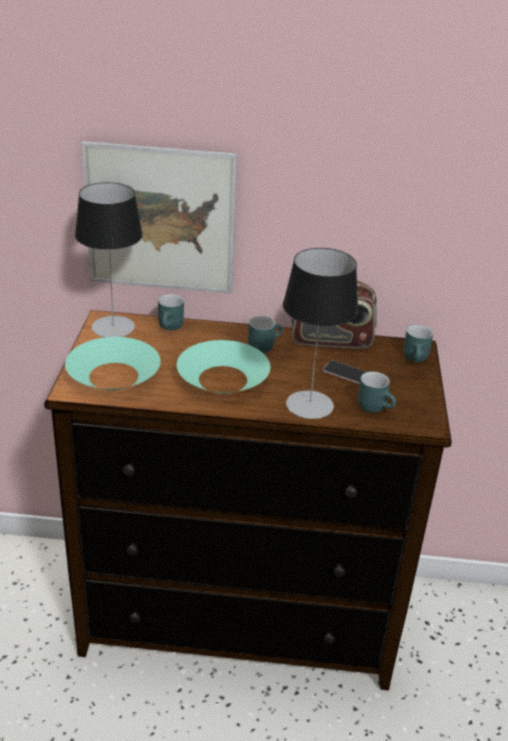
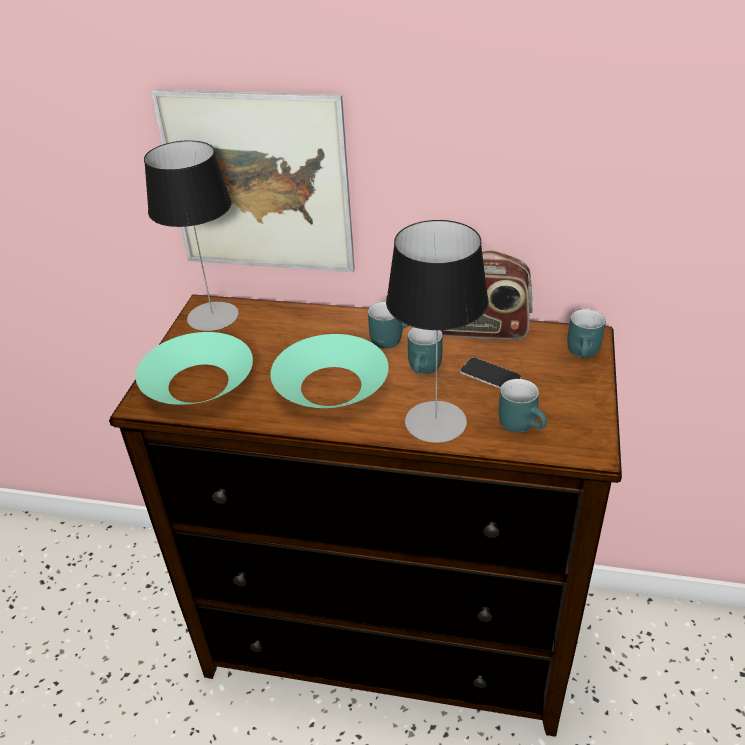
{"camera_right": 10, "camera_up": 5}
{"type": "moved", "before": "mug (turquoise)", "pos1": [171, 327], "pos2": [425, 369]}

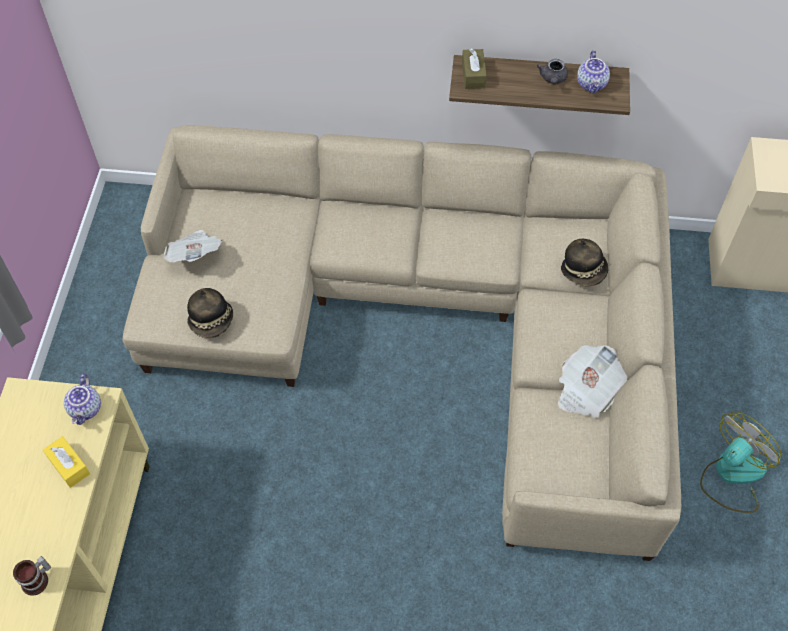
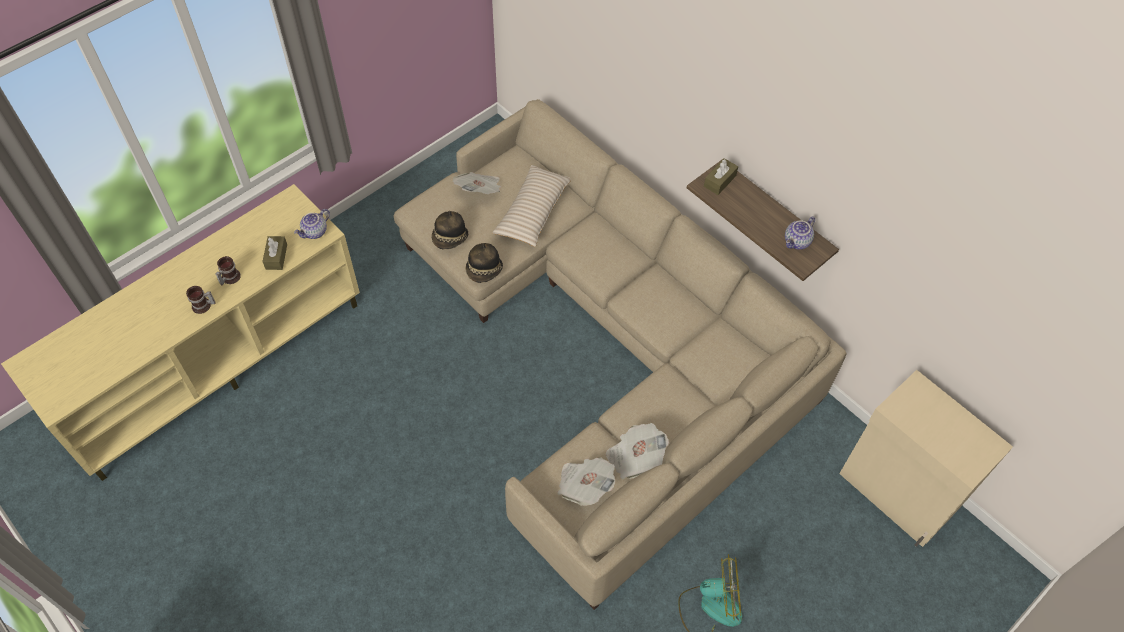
{"camera_right": 40, "camera_up": 0}
{"type": "recoloured", "before": "tissue box (yellow)", "after": "tissue box (brown)", "pos1": [69, 465], "pos2": [276, 257]}
{"type": "removed", "before": "teapot (grey)", "pos1": [552, 79]}
{"type": "moved", "before": "hat", "pos1": [584, 271], "pos2": [484, 270]}
{"type": "added", "after": "mug", "pos2": [229, 277]}
{"type": "added", "after": "pillow (beige)", "pos2": [533, 212]}
{"type": "added", "after": "newspaper", "pos2": [584, 485]}

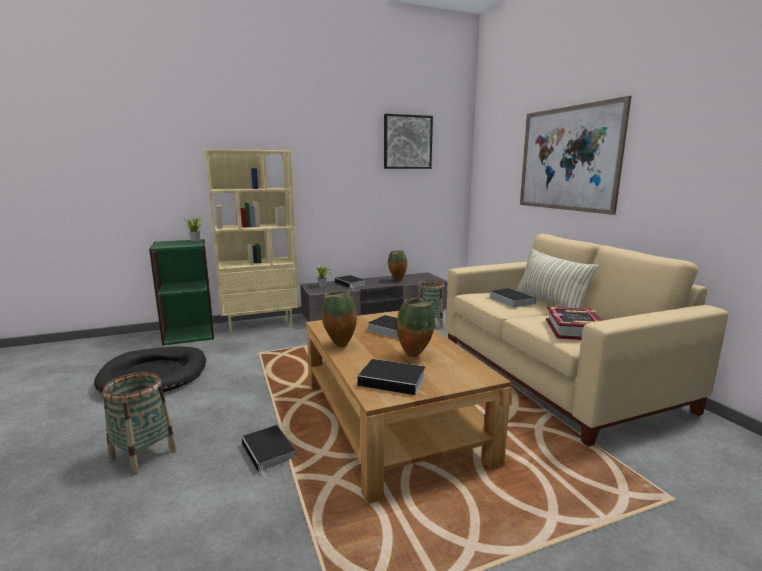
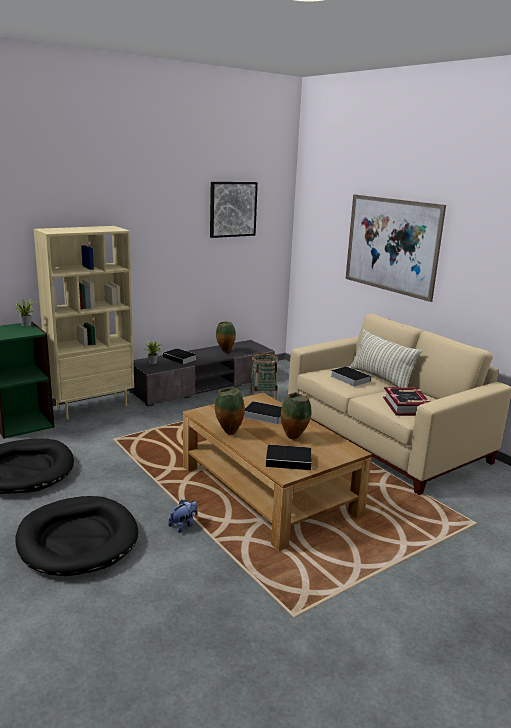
{"camera_right": -15, "camera_up": 5}
{"type": "replaced", "before": "basket", "after": "dog bed (black)", "pos1": [143, 455], "pos2": [77, 539]}
{"type": "replaced", "before": "book", "after": "plush toy", "pos1": [269, 452], "pos2": [183, 525]}

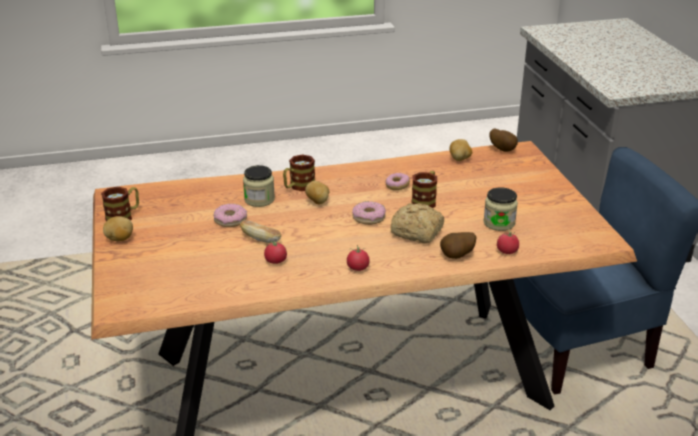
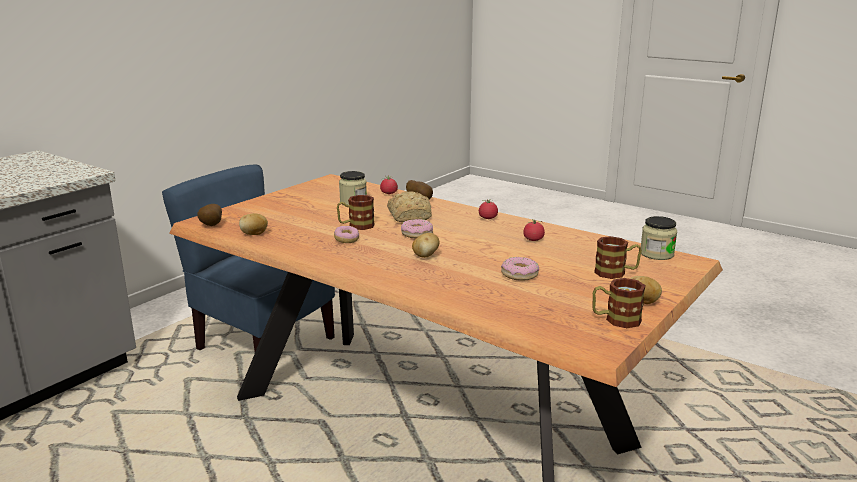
{"camera_right": -130, "camera_up": -10}
{"type": "removed", "before": "bread", "pos1": [261, 239]}
{"type": "moved", "before": "jar", "pos1": [259, 199], "pos2": [656, 254]}
{"type": "moved", "before": "mug", "pos1": [298, 187], "pos2": [616, 273]}

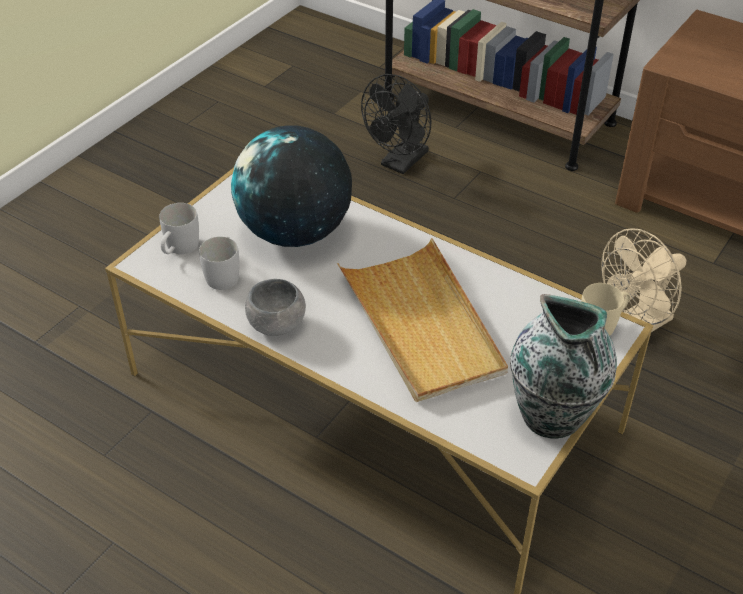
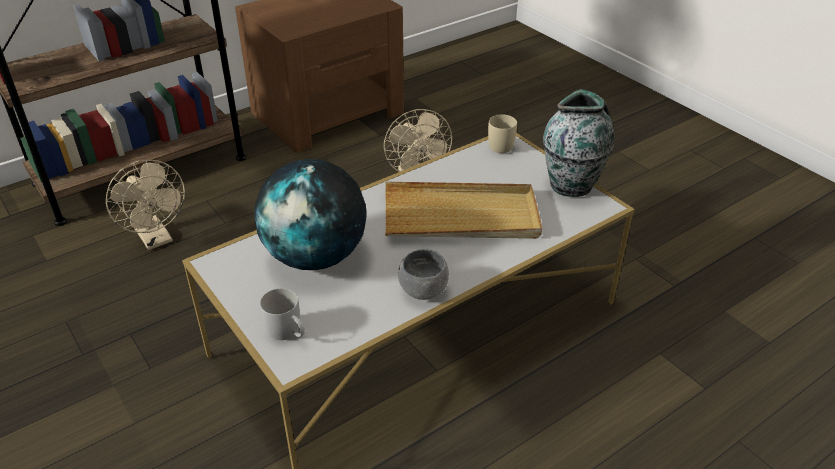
{"camera_right": -70, "camera_up": -5}
{"type": "removed", "before": "mug (white)", "pos1": [224, 274]}
{"type": "recoloured", "before": "fan (black)", "after": "fan (beige)", "pos1": [400, 163], "pos2": [156, 239]}

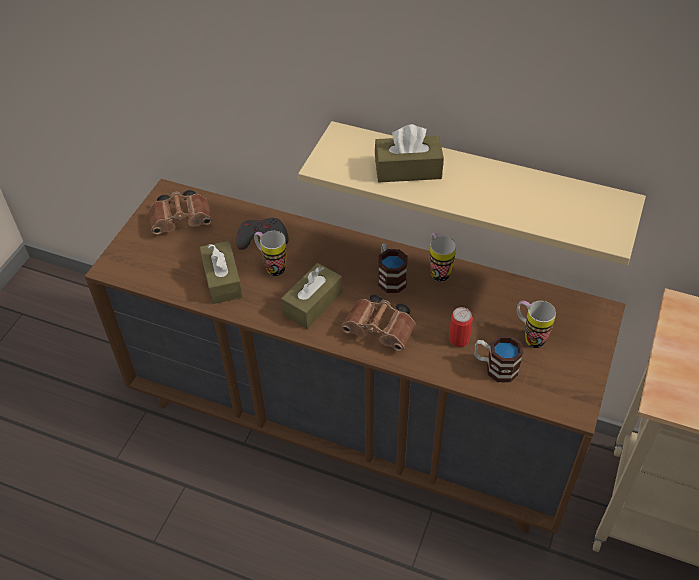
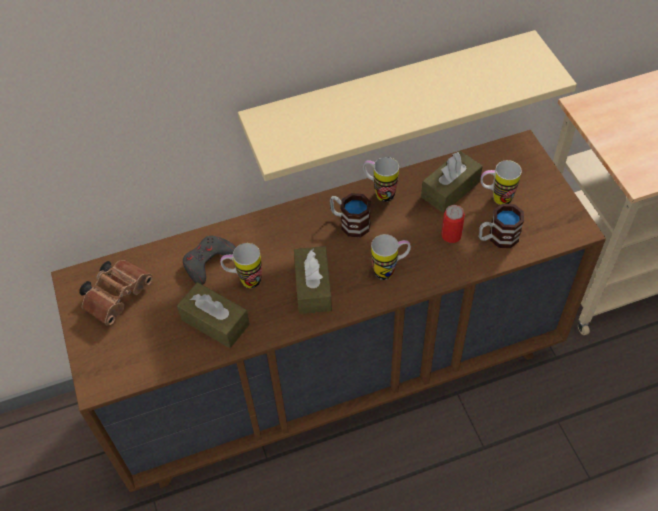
{"camera_right": -40, "camera_up": 5}
{"type": "replaced", "before": "binoculars (brown)", "after": "mug", "pos1": [381, 331], "pos2": [390, 270]}
{"type": "moved", "before": "tissue box (brown)", "pos1": [408, 169], "pos2": [450, 189]}

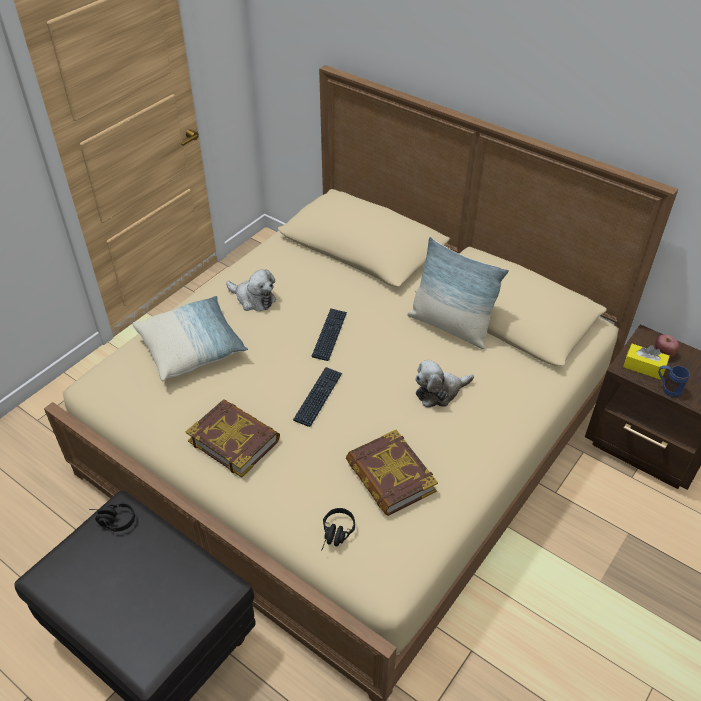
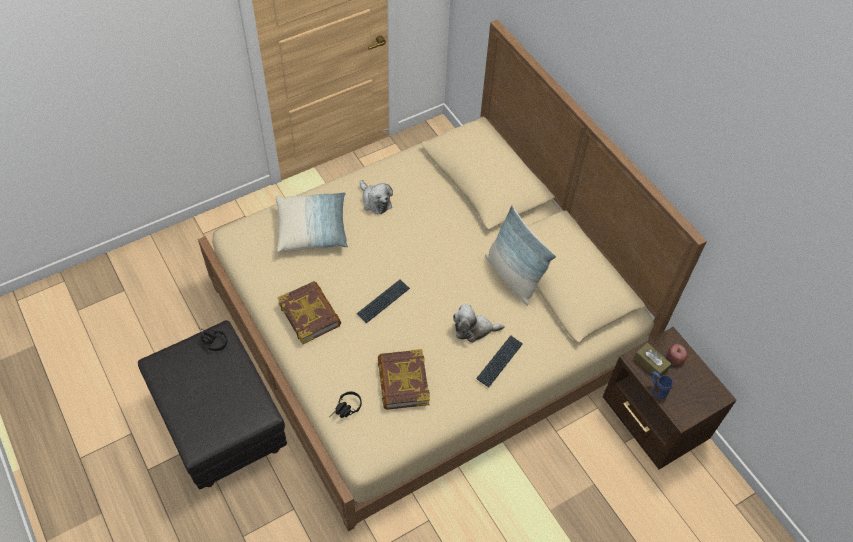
{"camera_right": 20, "camera_up": 10}
{"type": "moved", "before": "keyboard", "pos1": [329, 335], "pos2": [499, 361]}
{"type": "recoloured", "before": "tissue box (yellow)", "after": "tissue box (brown)", "pos1": [644, 367], "pos2": [650, 364]}

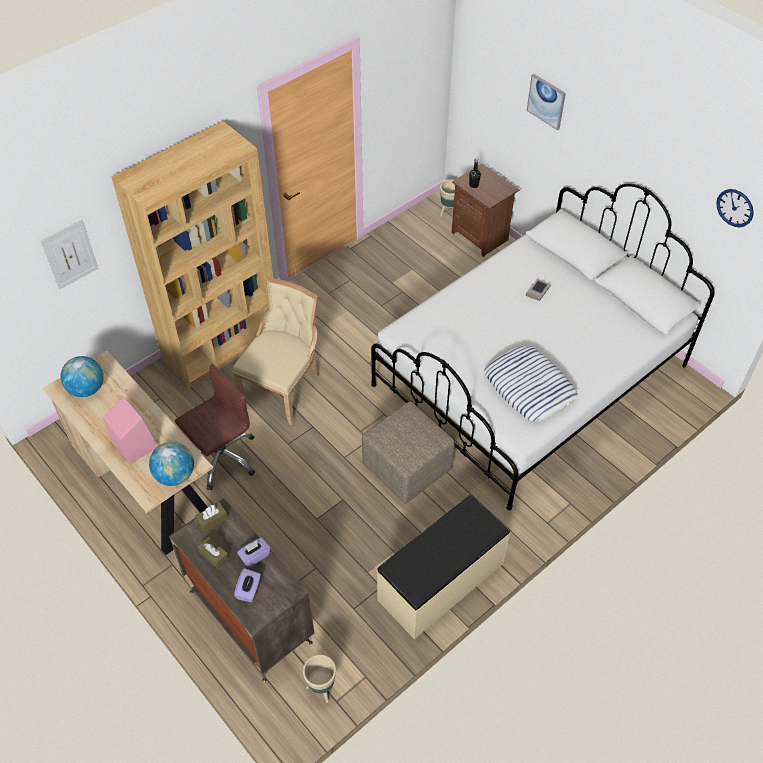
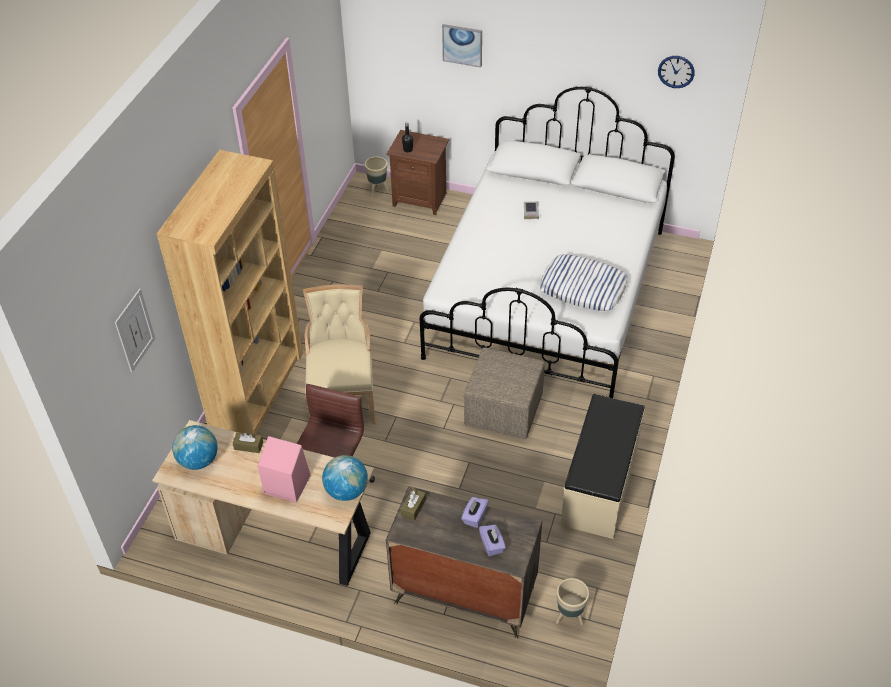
{"camera_right": -30, "camera_up": -5}
{"type": "moved", "before": "tissue box (brown)", "pos1": [214, 555], "pos2": [248, 446]}

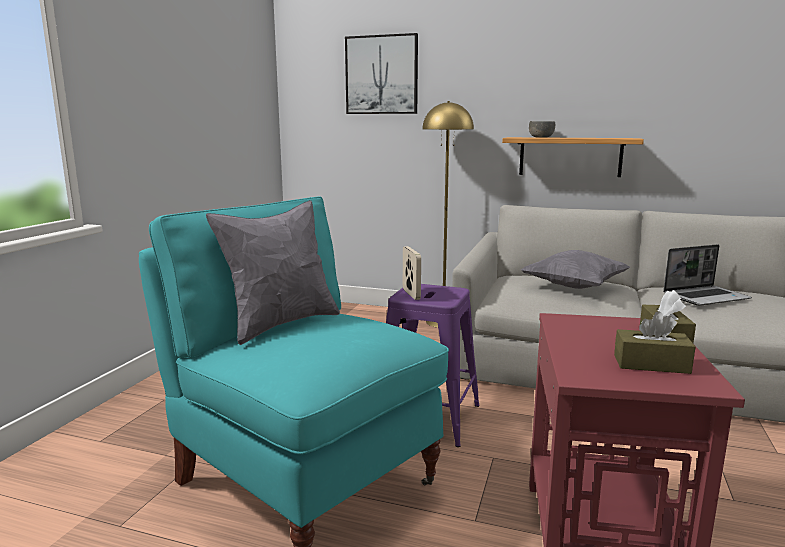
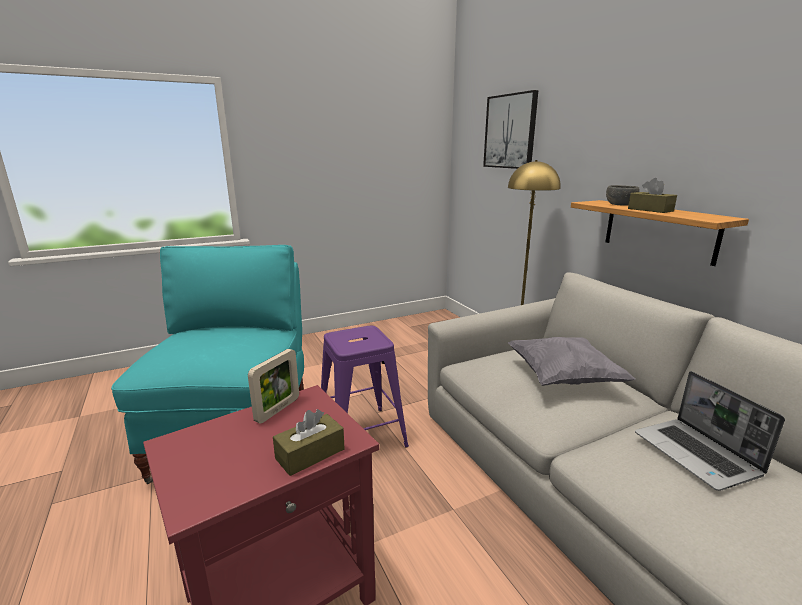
{"camera_right": 45, "camera_up": 5}
{"type": "removed", "before": "pillow (grey)", "pos1": [281, 324]}
{"type": "moved", "before": "picture frame", "pos1": [411, 294], "pos2": [277, 410]}
{"type": "moved", "before": "tissue box (brown)", "pos1": [651, 364], "pos2": [650, 210]}
{"type": "turned", "before": "laptop", "pos1": [706, 297], "pos2": [697, 455], "turn": 45}

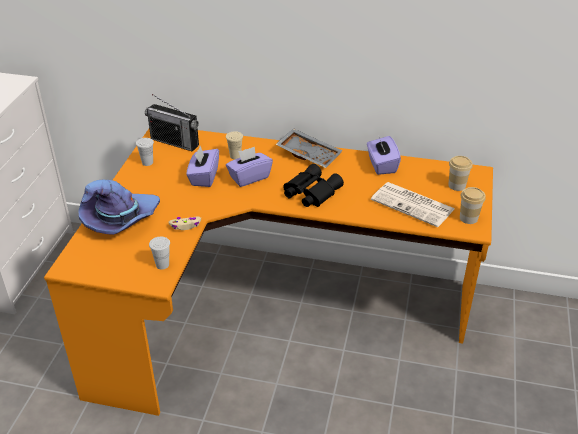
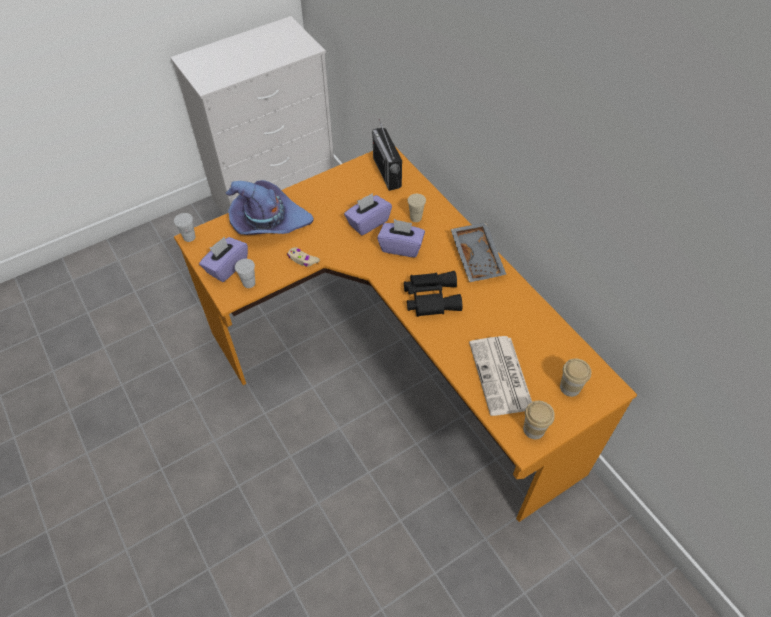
{"camera_right": 45, "camera_up": 15}
{"type": "moved", "before": "cup (white)", "pos1": [147, 162], "pos2": [189, 237]}
{"type": "moved", "before": "tissue box (purple)", "pos1": [381, 165], "pos2": [226, 267]}

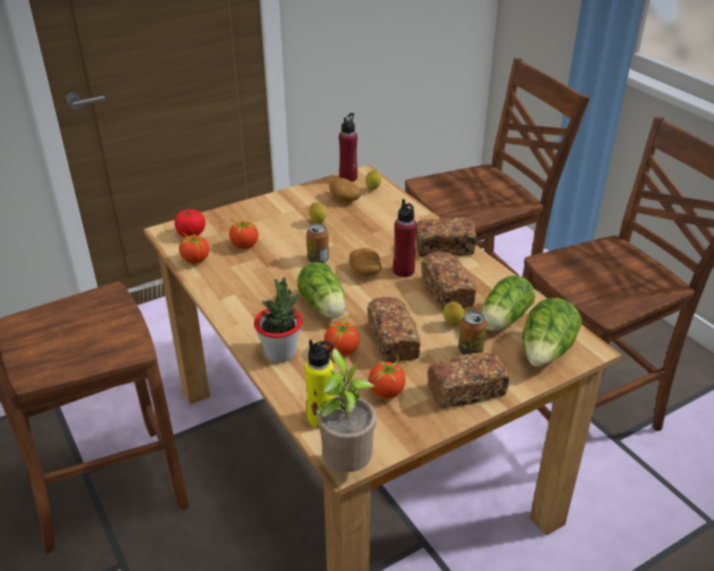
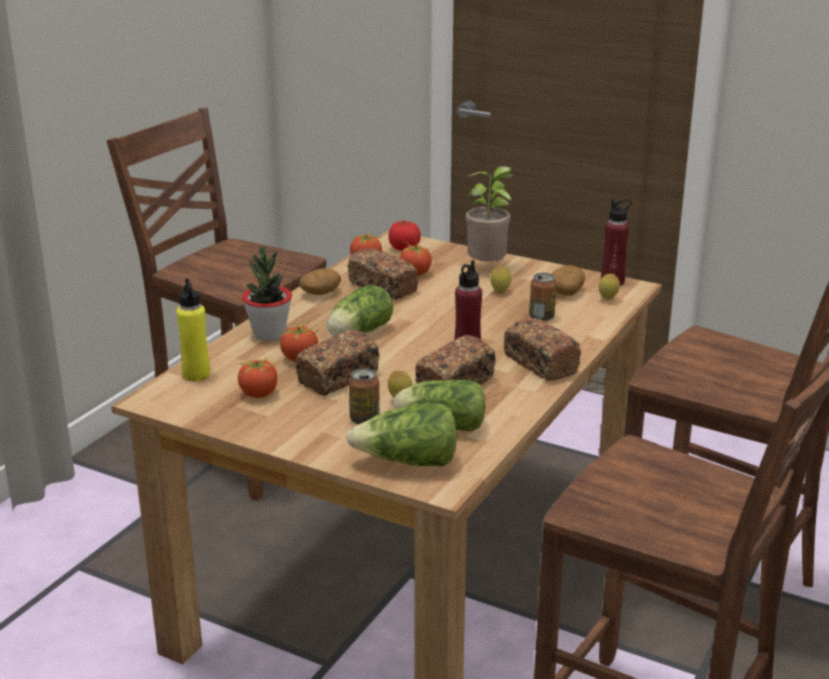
{"camera_right": 60, "camera_up": -10}
{"type": "moved", "before": "can", "pos1": [318, 259], "pos2": [541, 317]}
{"type": "moved", "before": "potted plant", "pos1": [346, 465], "pos2": [488, 268]}
{"type": "moved", "before": "potato", "pos1": [366, 271], "pos2": [320, 293]}
{"type": "moved", "before": "bread", "pos1": [466, 391], "pos2": [383, 288]}

